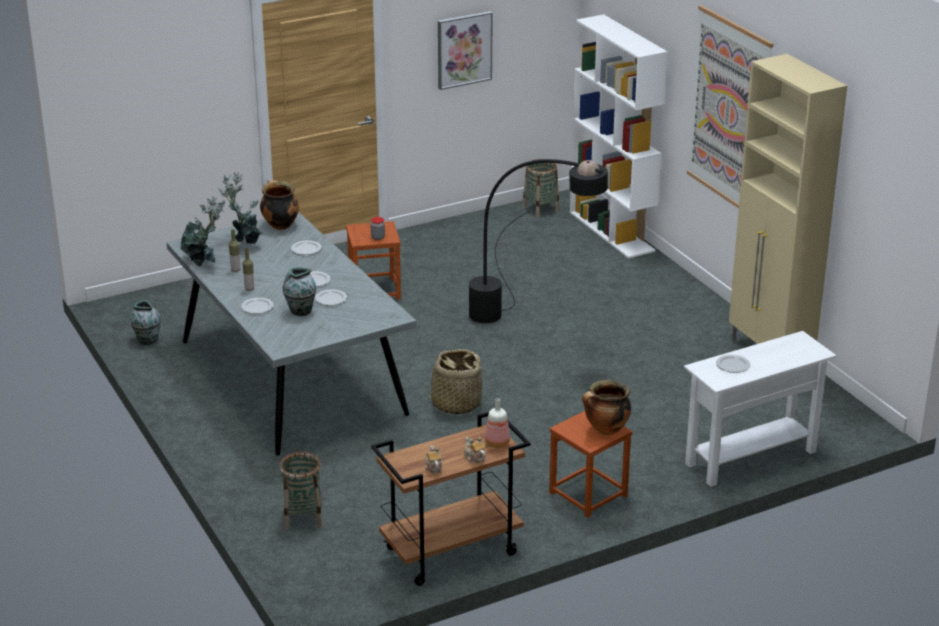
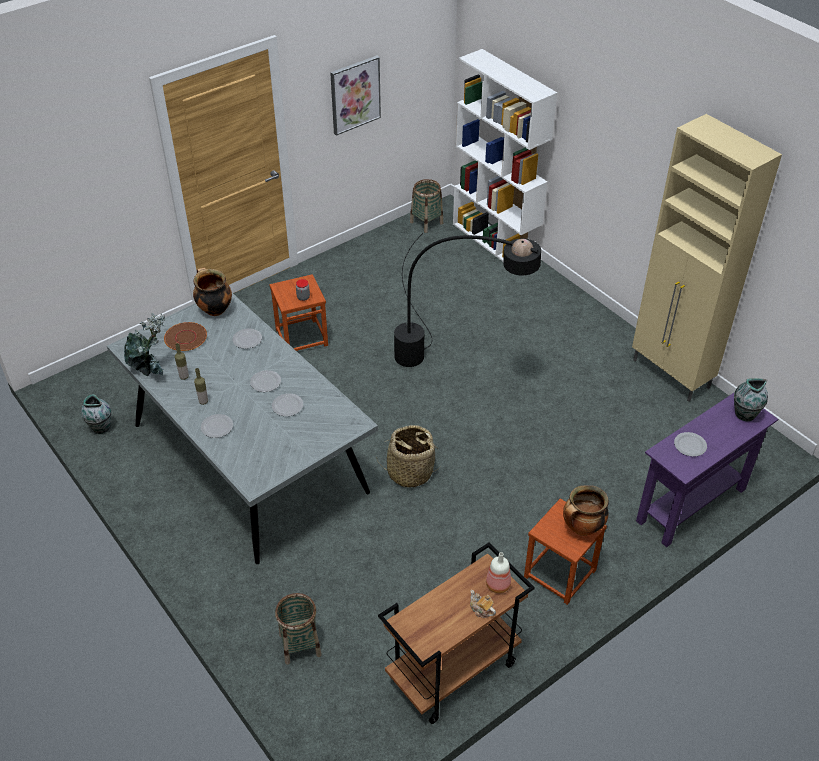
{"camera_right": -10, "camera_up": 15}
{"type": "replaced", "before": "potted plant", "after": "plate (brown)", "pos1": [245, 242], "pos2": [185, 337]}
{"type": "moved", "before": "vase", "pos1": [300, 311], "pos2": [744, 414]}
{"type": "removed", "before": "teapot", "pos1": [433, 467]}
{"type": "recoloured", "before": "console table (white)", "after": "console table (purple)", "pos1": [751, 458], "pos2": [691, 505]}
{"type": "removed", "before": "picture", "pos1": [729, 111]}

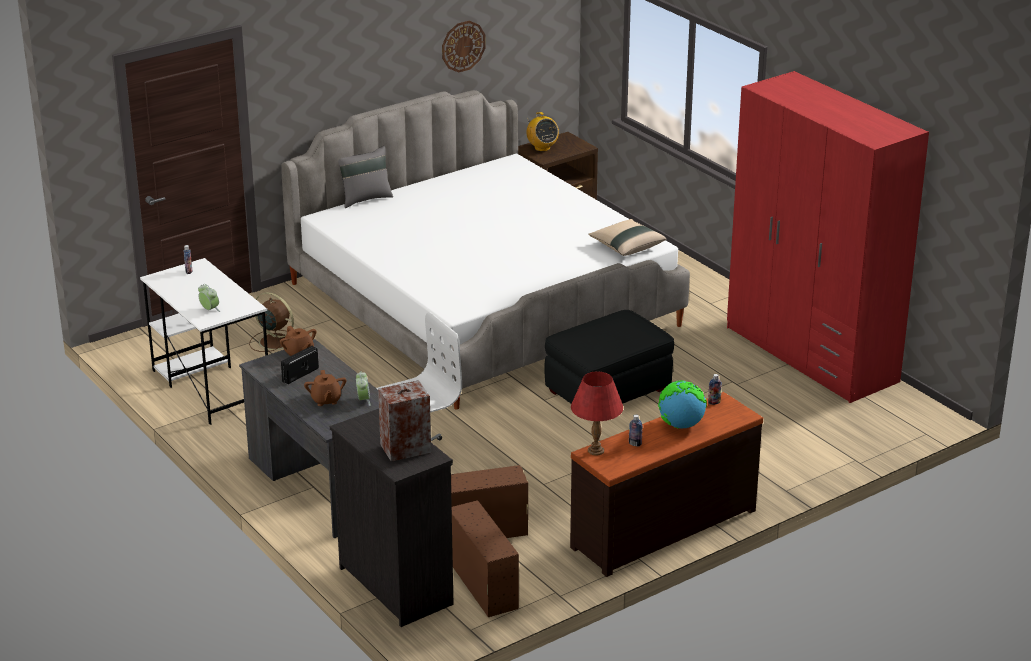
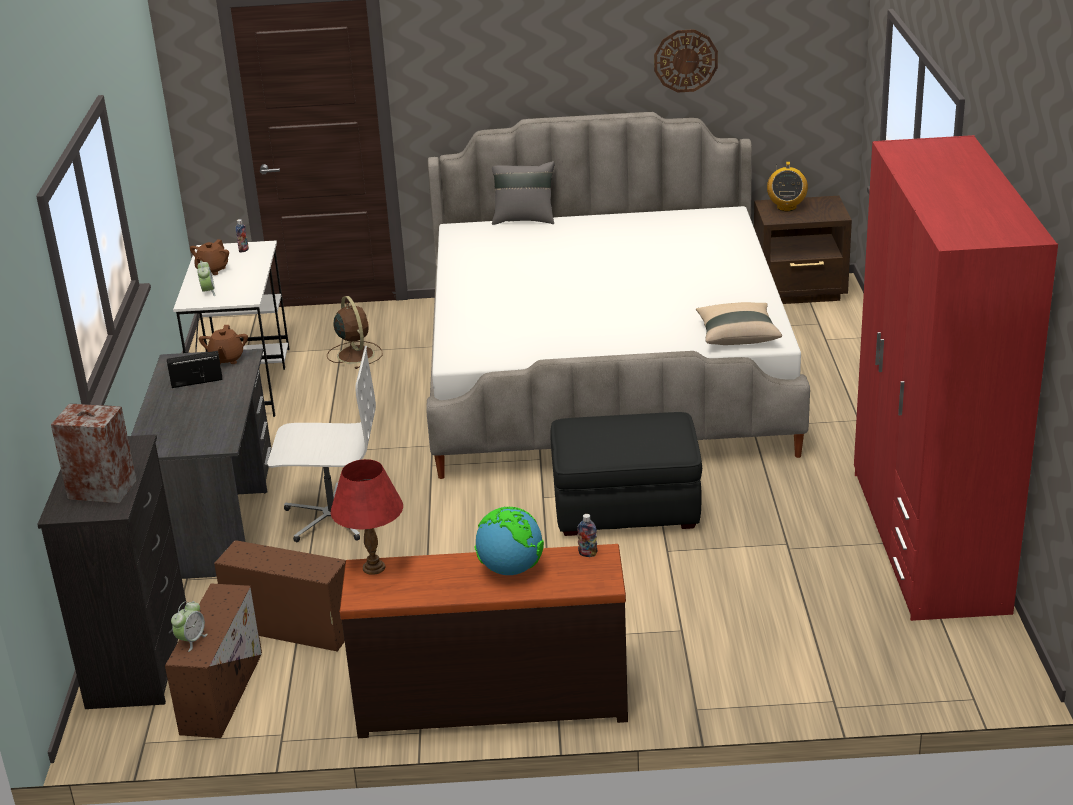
{"camera_right": 35, "camera_up": 0}
{"type": "moved", "before": "teapot (brown)", "pos1": [326, 400], "pos2": [212, 270]}
{"type": "moved", "before": "alarm clock", "pos1": [363, 400], "pos2": [191, 640]}
{"type": "removed", "before": "bottle", "pos1": [635, 444]}

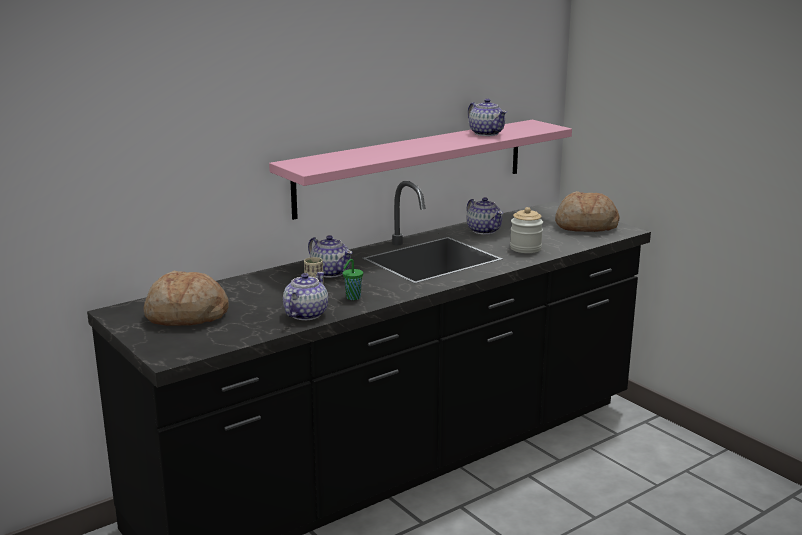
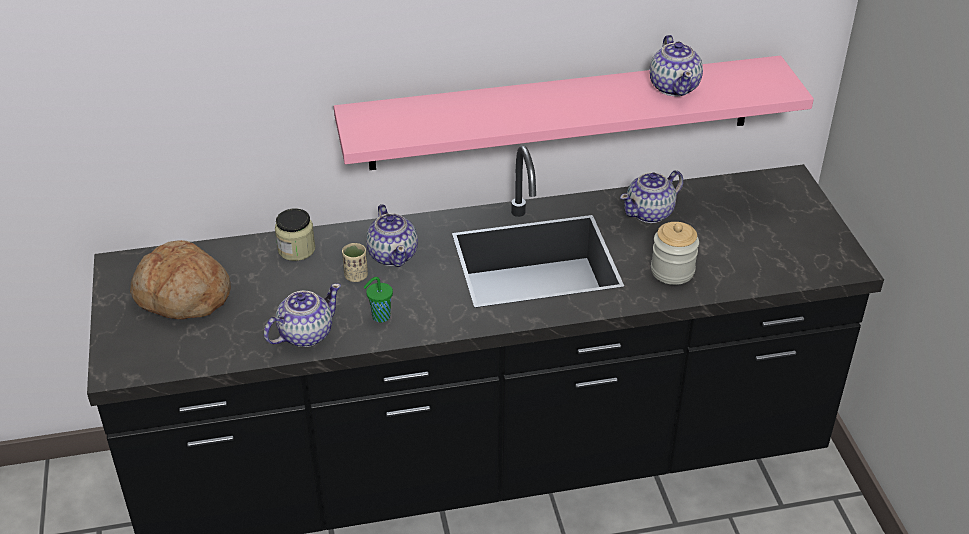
{"camera_right": 25, "camera_up": 20}
{"type": "turned", "before": "teapot", "pos1": [484, 230], "pos2": [650, 213], "turn": 60}
{"type": "removed", "before": "bread", "pos1": [585, 226]}
{"type": "added", "after": "jar", "pos2": [296, 249]}

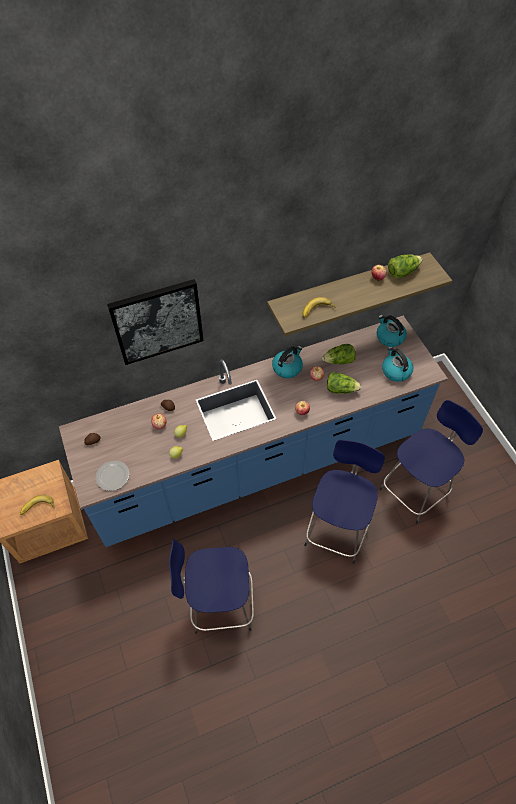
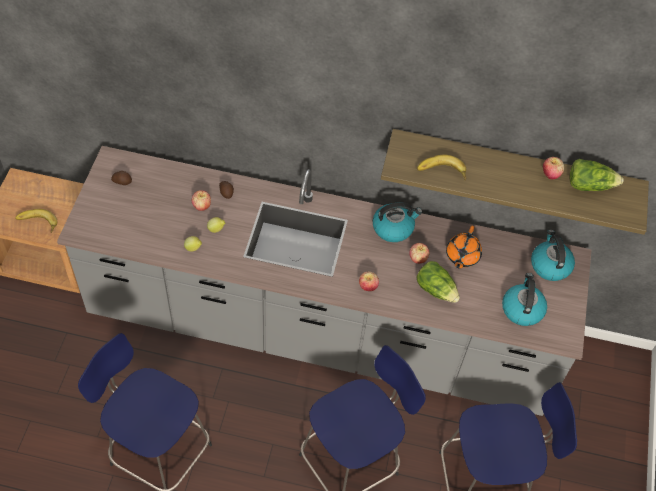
{"camera_right": 30, "camera_up": 0}
{"type": "recoloured", "before": "counter (blue)", "after": "counter (grey)", "pos1": [258, 463], "pos2": [320, 330]}
{"type": "removed", "before": "plate", "pos1": [113, 476]}
{"type": "removed", "before": "picture", "pos1": [157, 321]}
{"type": "replaced", "before": "lettuce", "after": "teapot (orange)", "pos1": [339, 361], "pos2": [462, 256]}

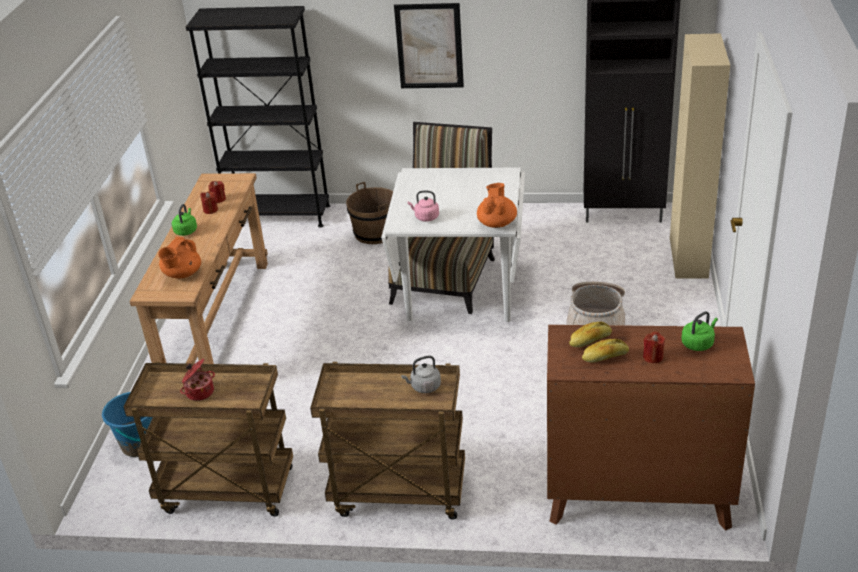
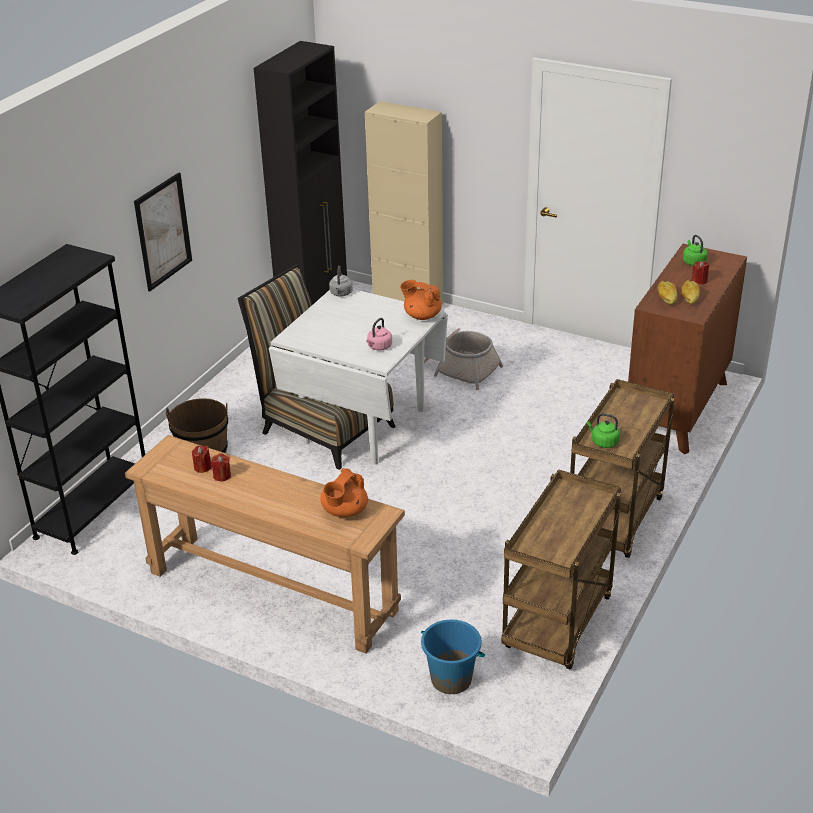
{"camera_right": -70, "camera_up": 0}
{"type": "turned", "before": "teapot (orange)", "pos1": [182, 274], "pos2": [344, 511], "turn": 75}
{"type": "moved", "before": "kettle (green)", "pos1": [186, 231], "pos2": [603, 442]}
{"type": "removed", "before": "cooking pot", "pos1": [199, 392]}
{"type": "moved", "before": "kettle (grey)", "pos1": [424, 387], "pos2": [341, 293]}

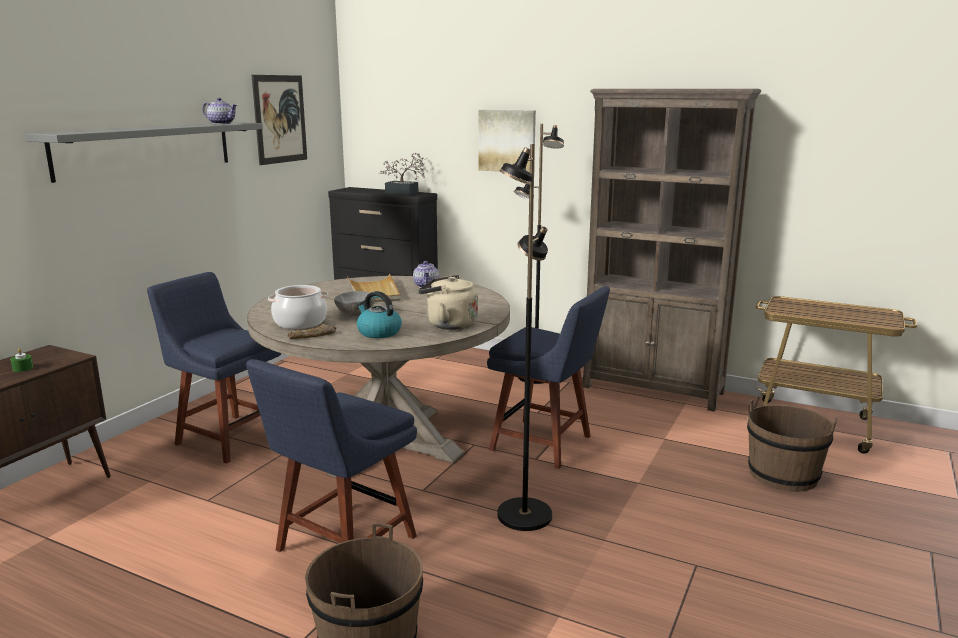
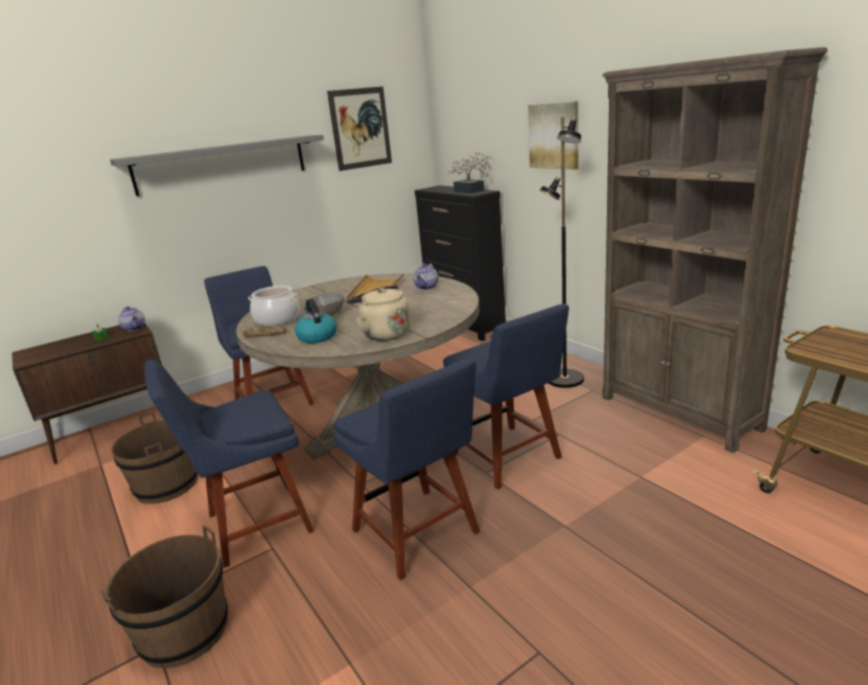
{"camera_right": 30, "camera_up": 5}
{"type": "moved", "before": "teapot", "pos1": [222, 123], "pos2": [134, 328]}
{"type": "replaced", "before": "floor lamp (black)", "after": "chair (blue)", "pos1": [523, 515], "pos2": [419, 534]}
{"type": "moved", "before": "bucket (brown)", "pos1": [783, 475], "pos2": [166, 485]}

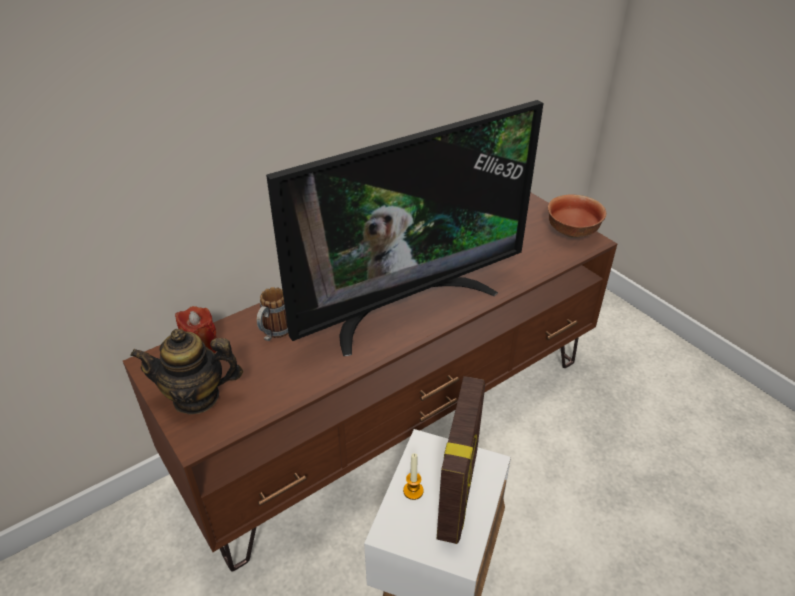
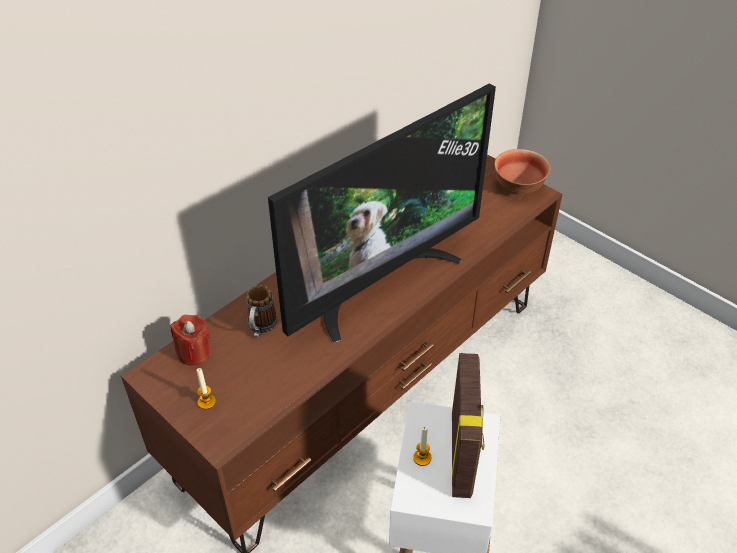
{"camera_right": -10, "camera_up": 5}
{"type": "replaced", "before": "teapot", "after": "candle", "pos1": [196, 397], "pos2": [206, 402]}

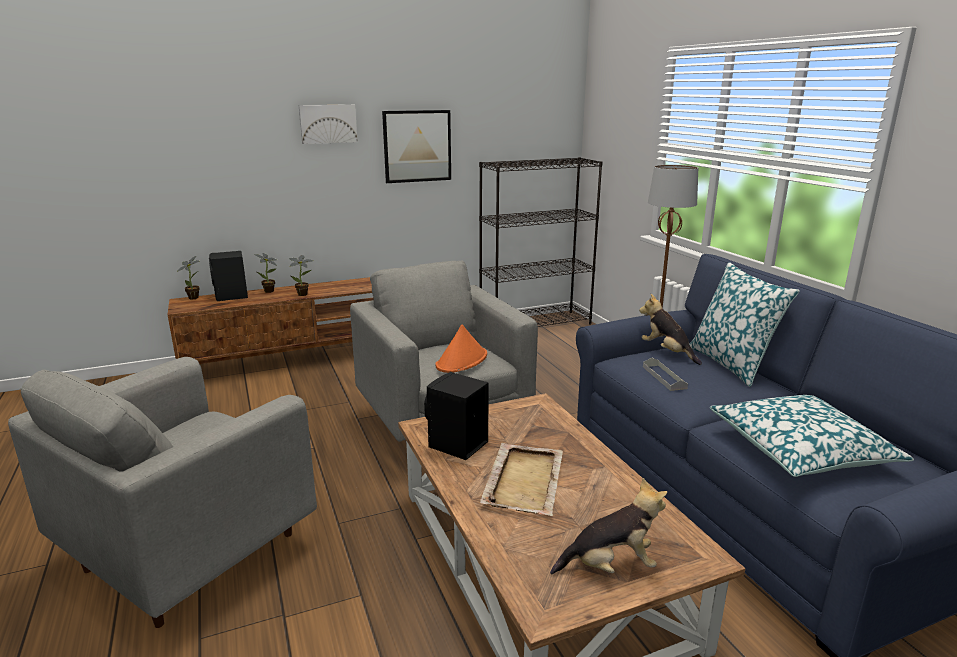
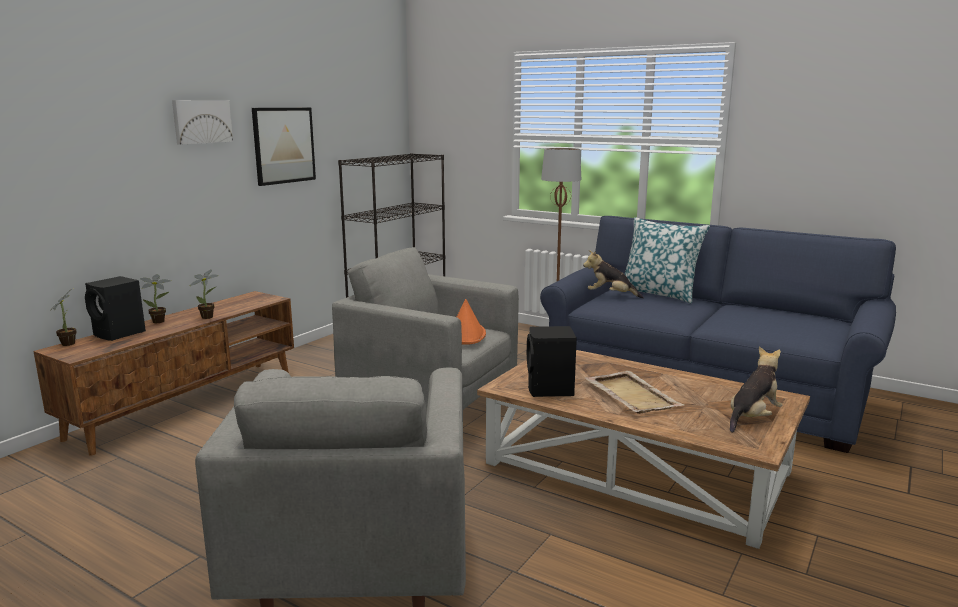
{"camera_right": -35, "camera_up": -5}
{"type": "removed", "before": "tray (grey)", "pos1": [664, 377]}
{"type": "removed", "before": "pillow", "pos1": [800, 449]}

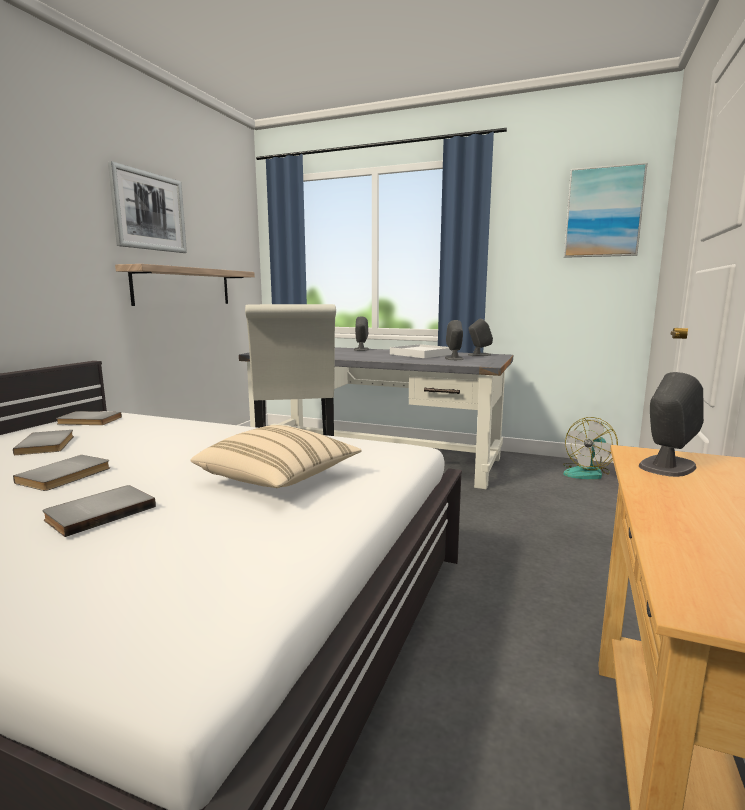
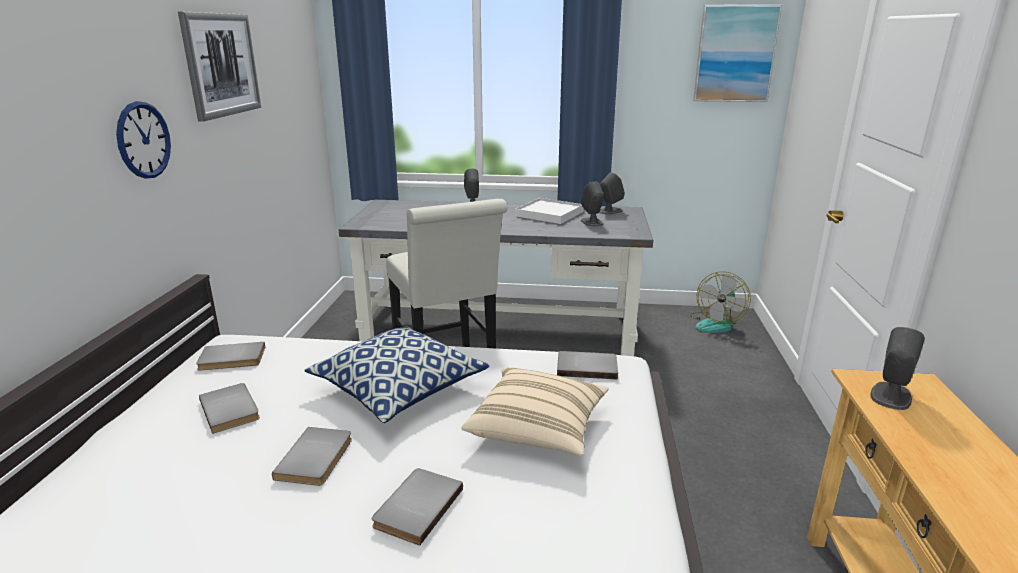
{"camera_right": -15, "camera_up": 10}
{"type": "removed", "before": "shelf", "pos1": [183, 286]}
{"type": "added", "after": "wall clock", "pos2": [143, 140]}
{"type": "added", "after": "pillow", "pos2": [399, 389]}
{"type": "added", "after": "book (grey)", "pos2": [587, 366]}

